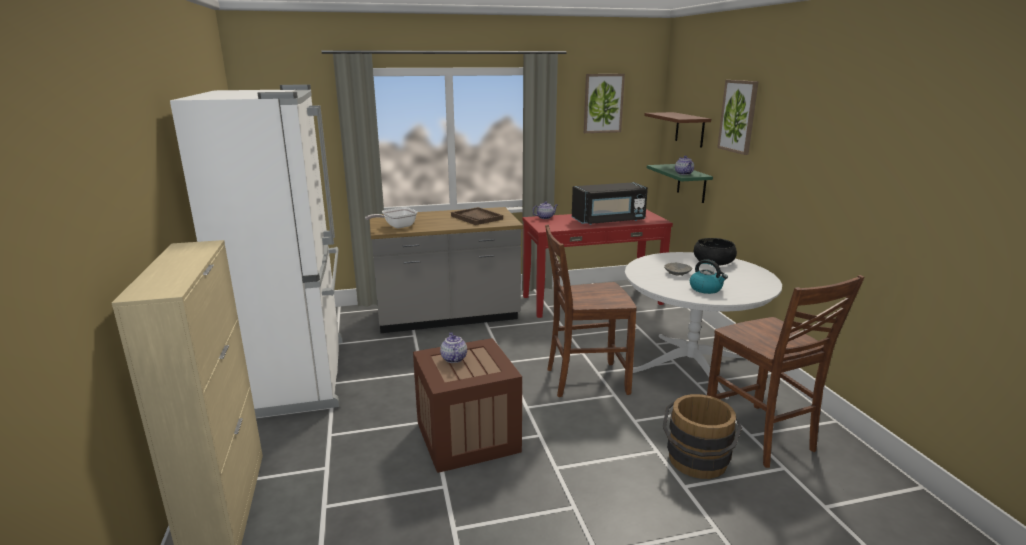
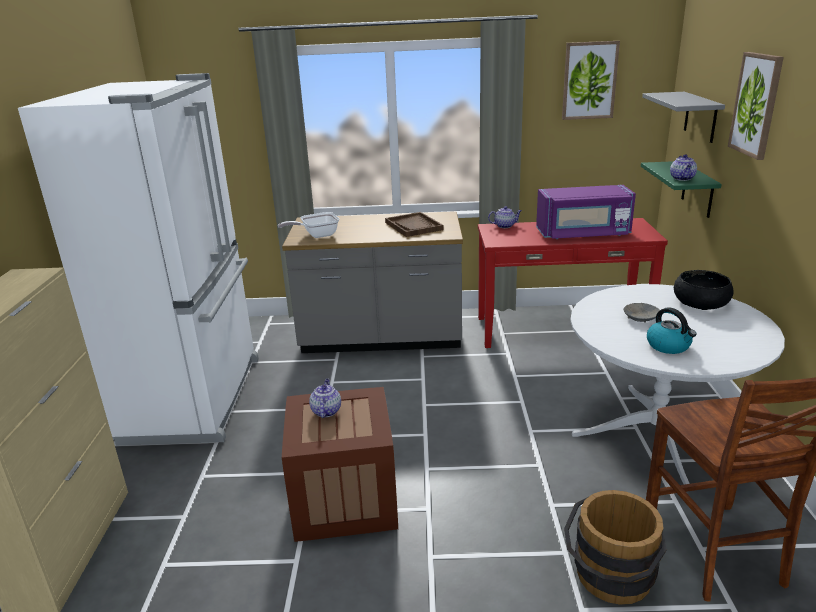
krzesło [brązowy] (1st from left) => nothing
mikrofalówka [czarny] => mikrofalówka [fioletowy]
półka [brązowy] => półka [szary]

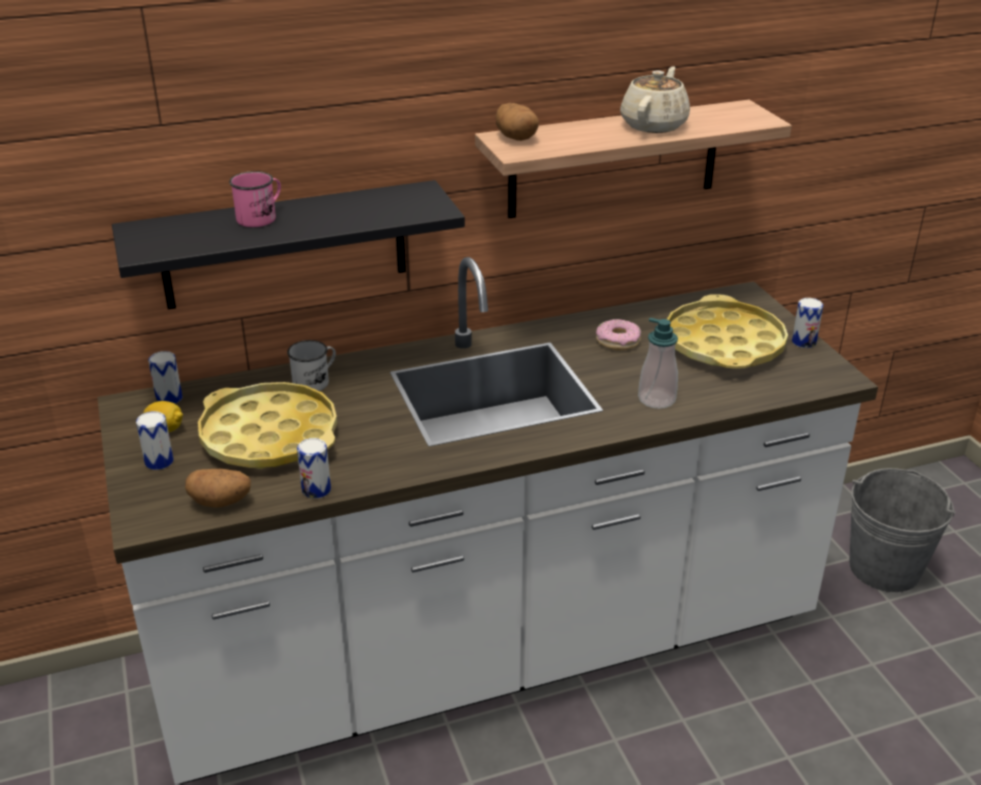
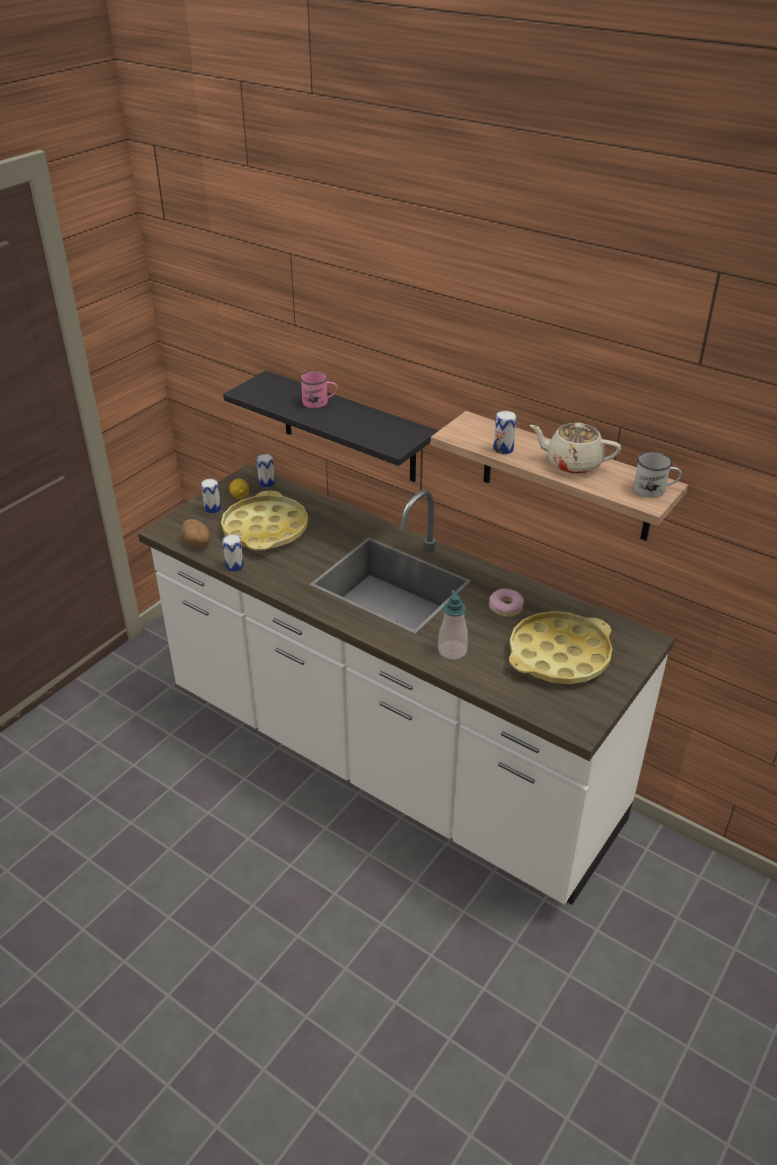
kubek [biały], move
ziemniak (2nd from left) => nothing
imbryk [beżowy], 150 degrees counterclockwise
puszka (4th from left), move
wiadro [szary] => nothing

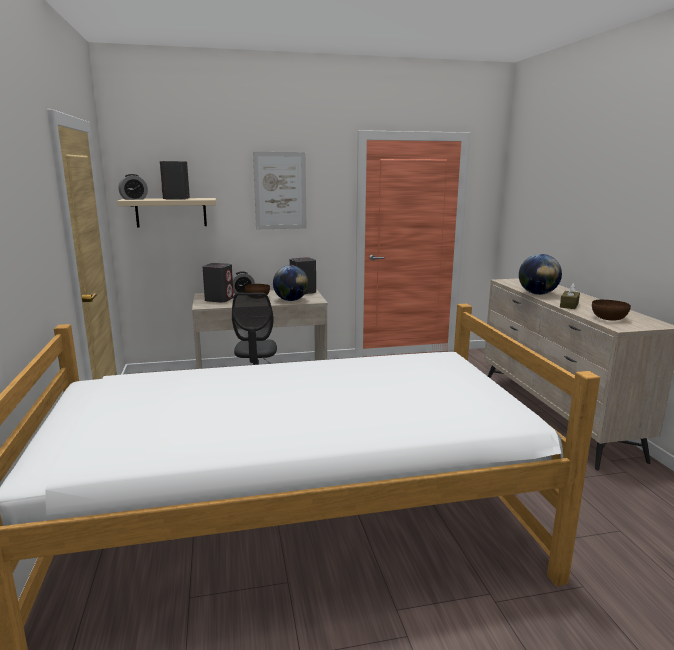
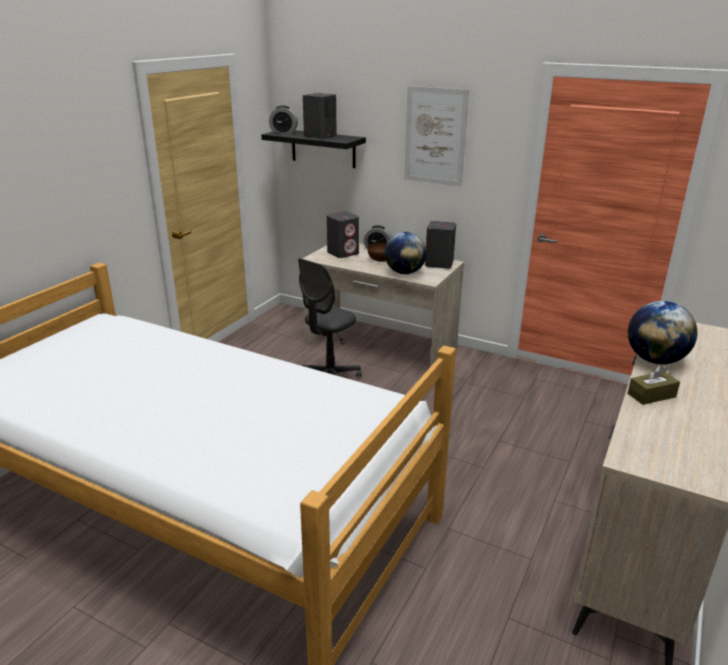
półka [beżowy] => półka [czarny]
miska [brązowy] (2nd from left) => nothing

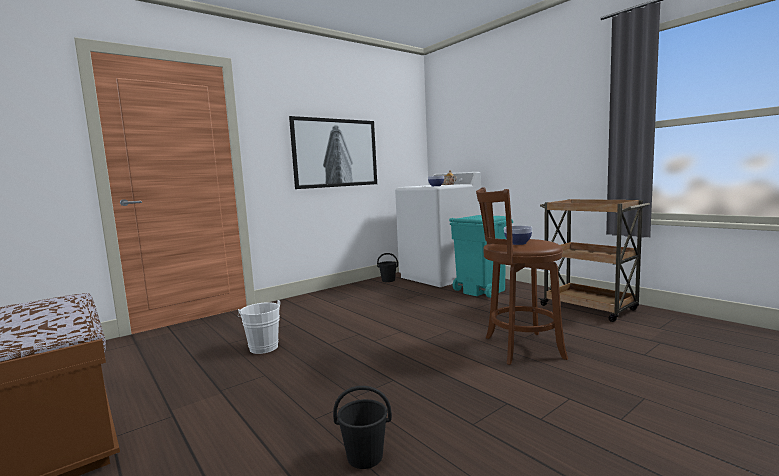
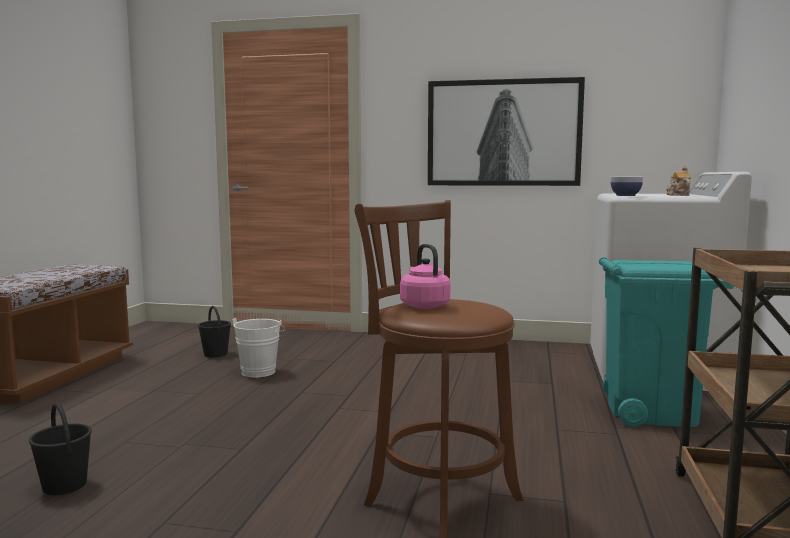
wiadro [czarny] (2nd from left), move
miska (2nd from left) => czajnik [różowy]

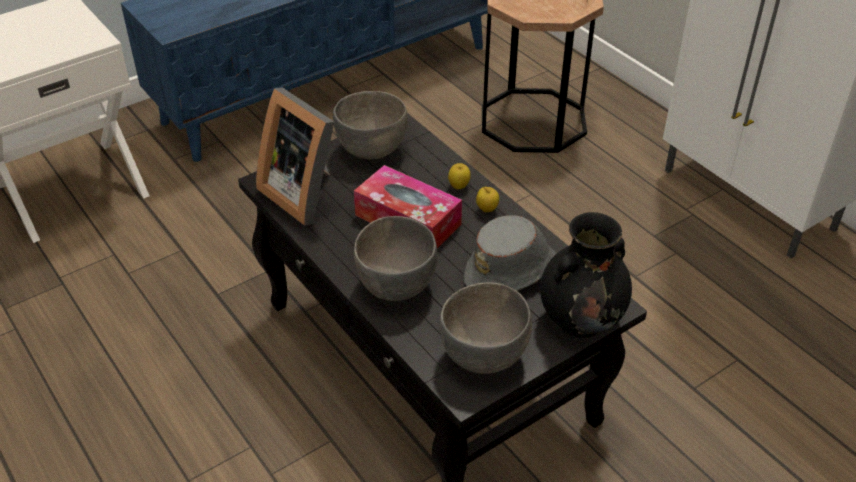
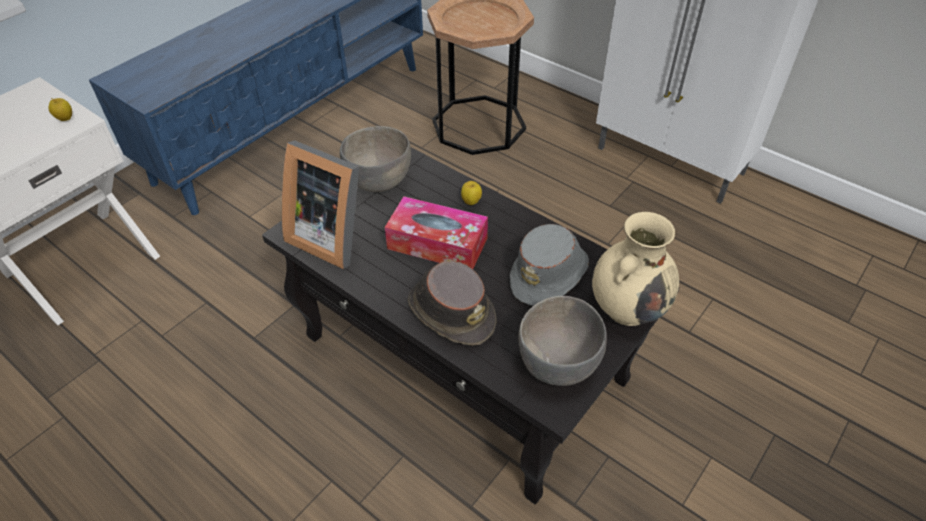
miska [szary] (2nd from left) => kapelusz [brązowy]
jabłko (2nd from left in the first image) => jabłko (1st from left), move
wazon [czarny] => wazon [beżowy]

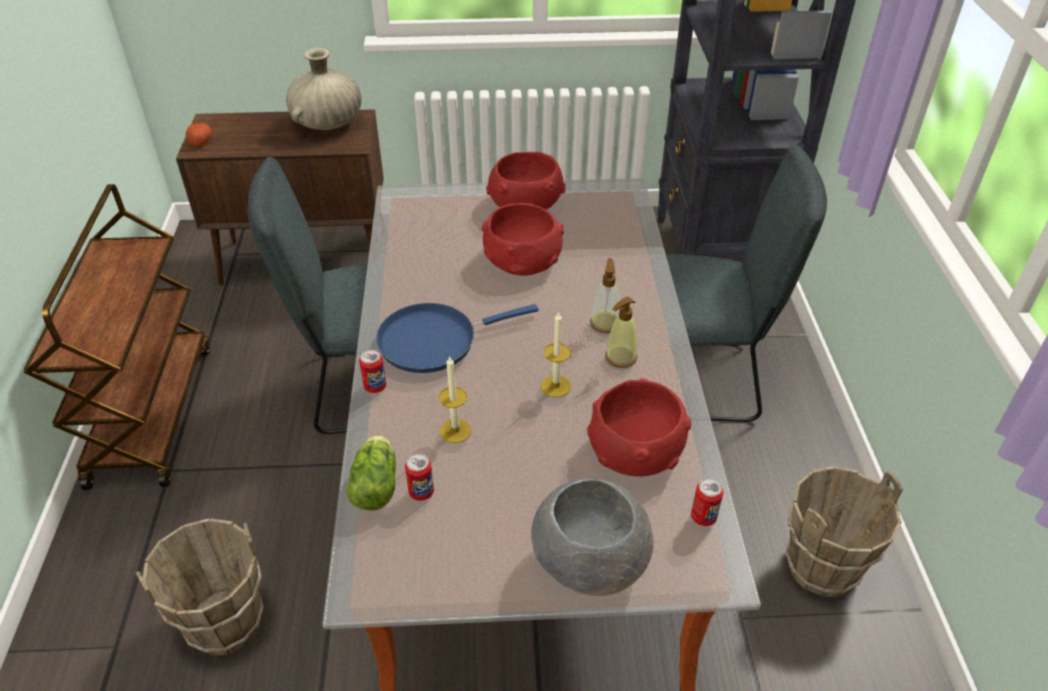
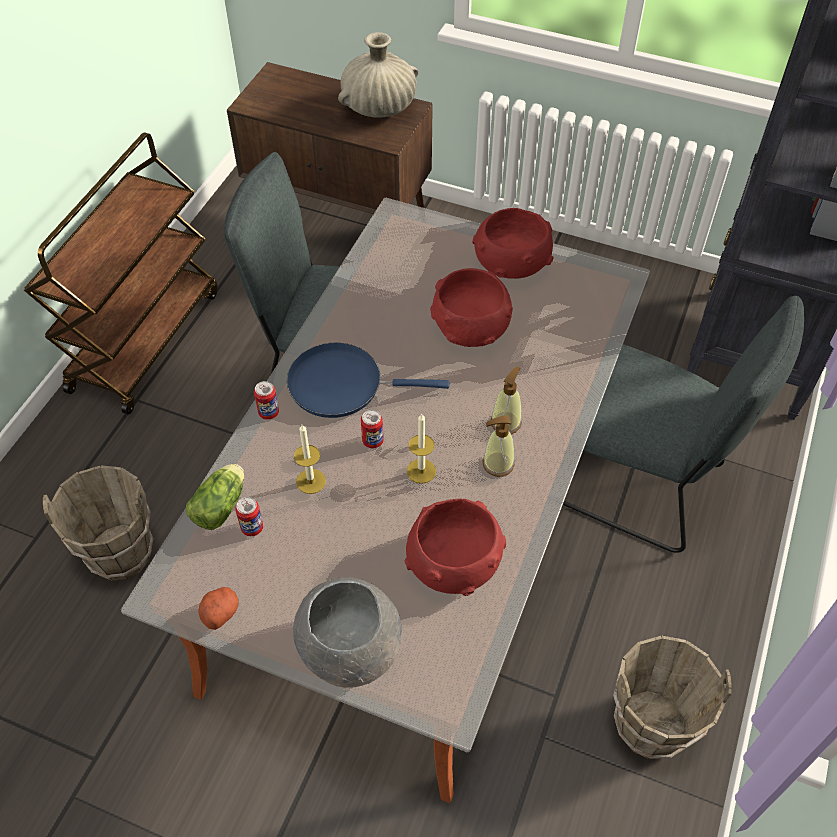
ziemniak, move
puszka (3rd from left), move

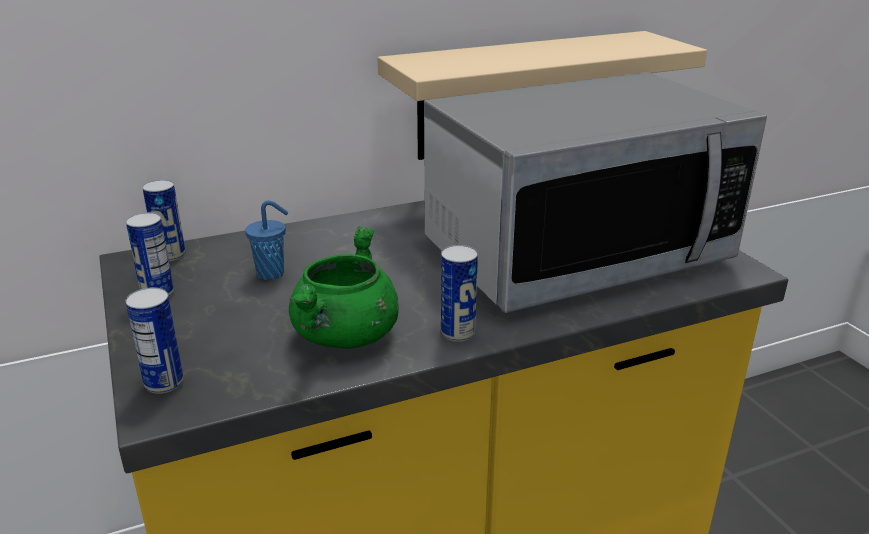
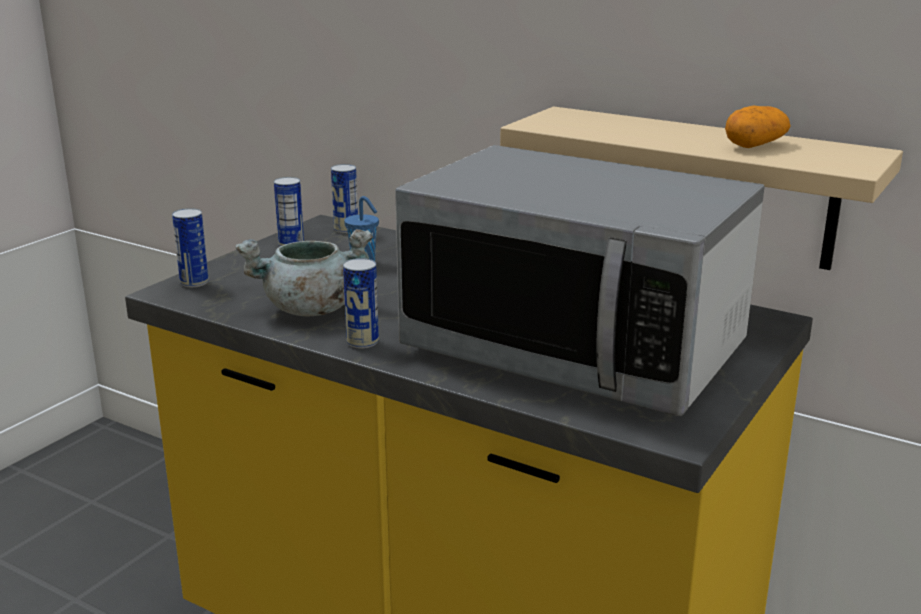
garnek [zielony] => garnek [szary]
nothing => ziemniak

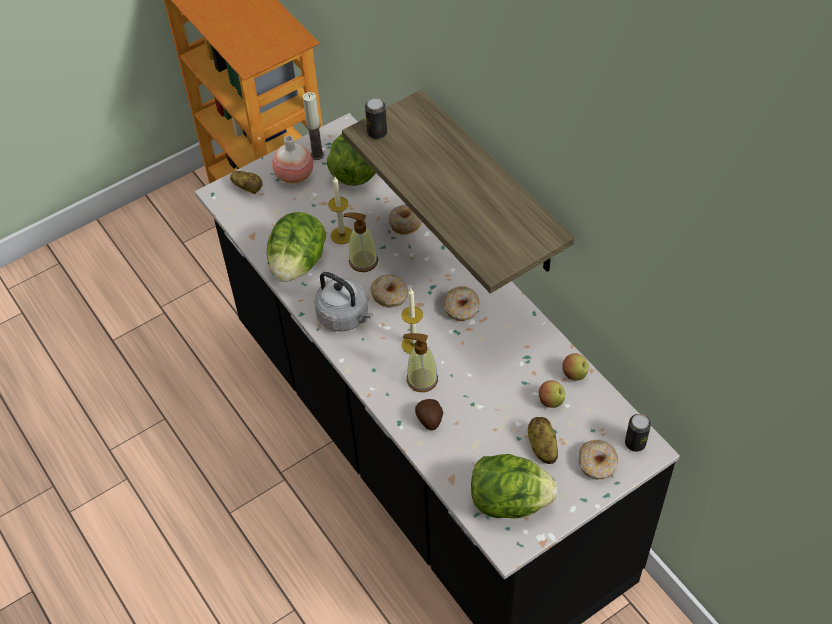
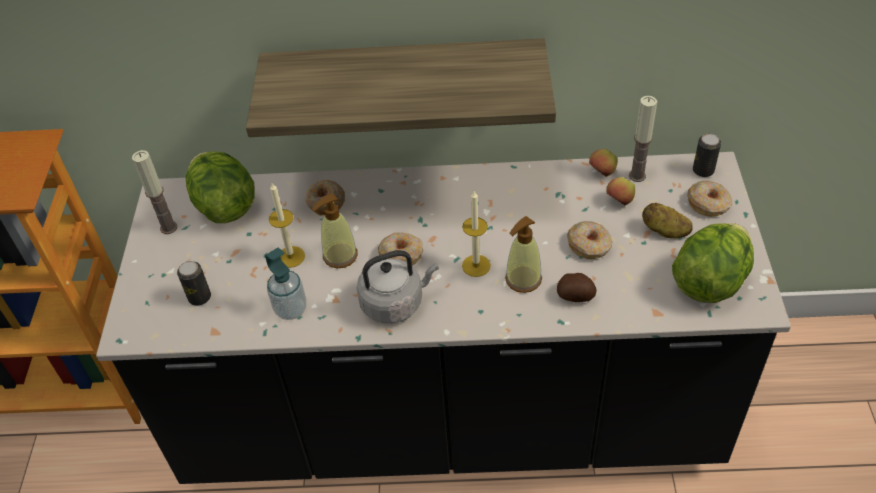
ziemniak (1st from left) => nothing
sałata (1st from left) => dozownik mydła (1st from left)
wazon => nothing
puszka (1st from left), move
donut (3rd from left), move
nothing => świeca (4th from left)

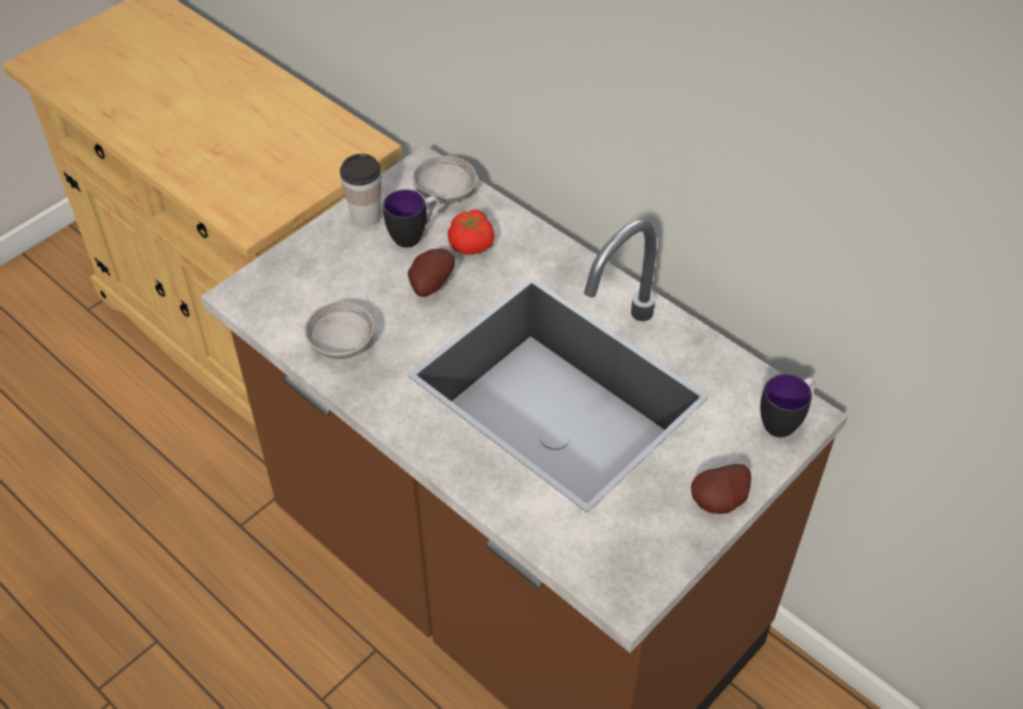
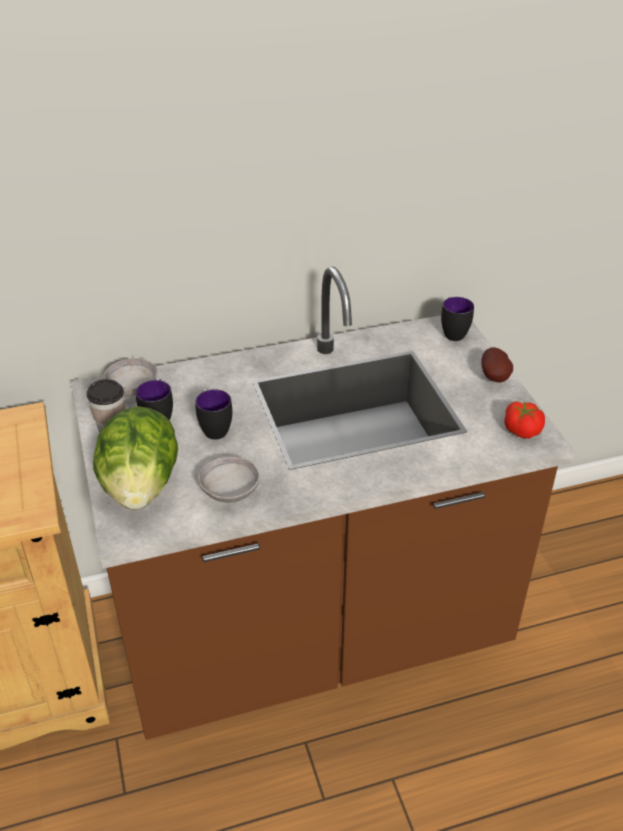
ziemniak (1st from left) => kubek (2nd from left)
pomidor, move
nothing => sałata

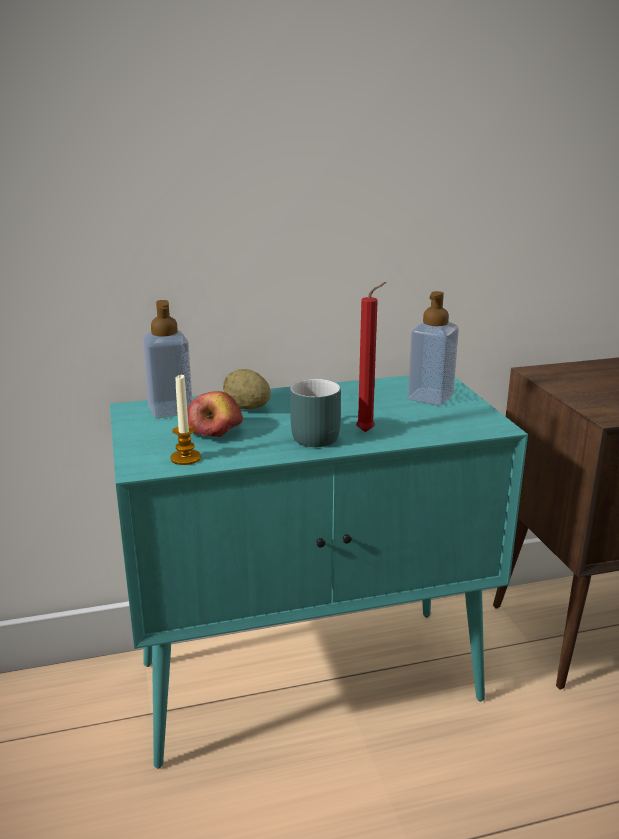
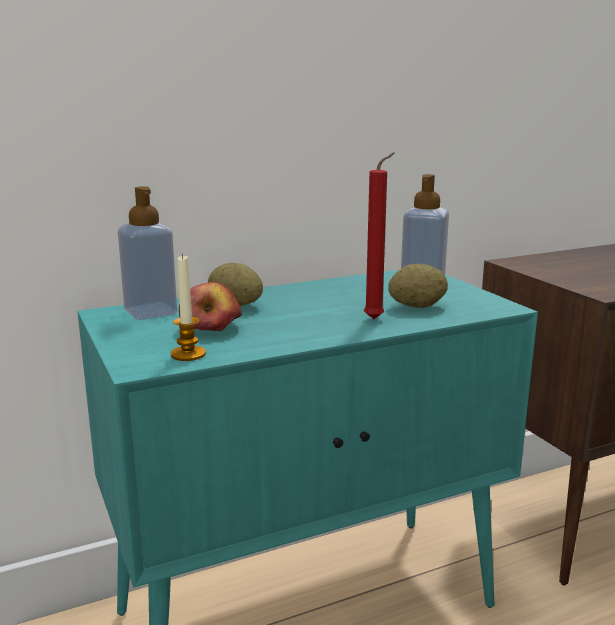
kubek [turkusowy] => nothing
nothing => ziemniak (2nd from left)

